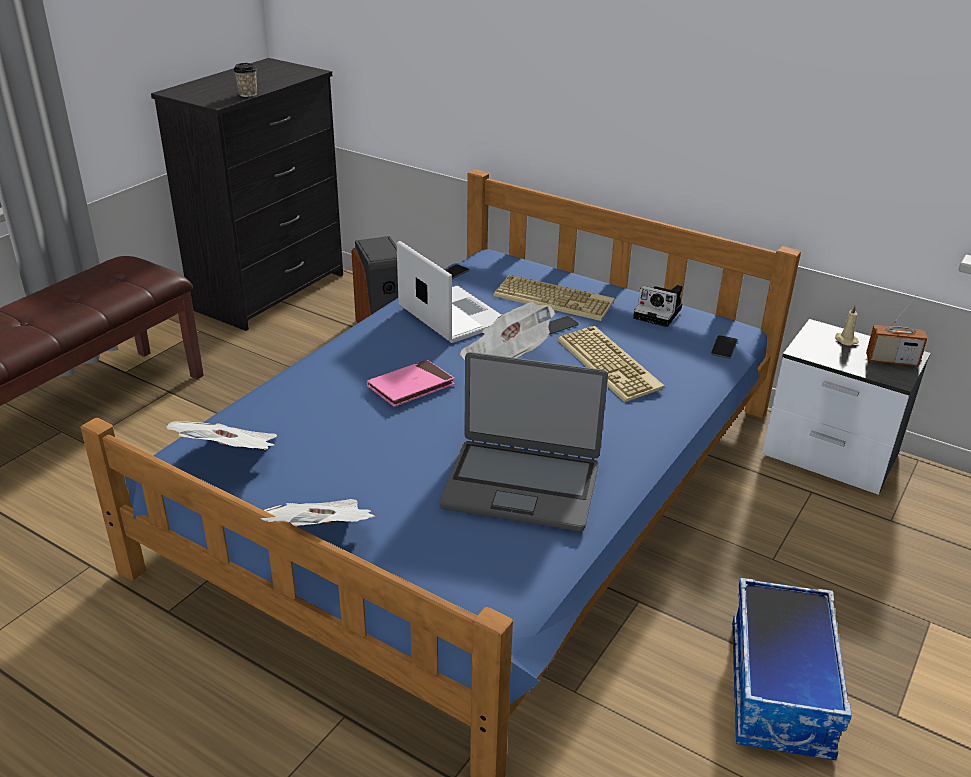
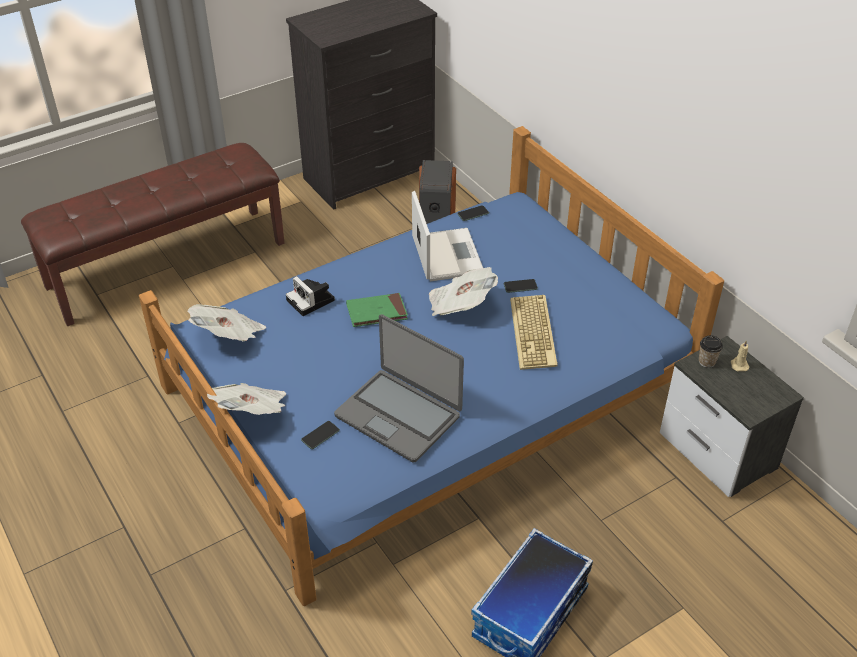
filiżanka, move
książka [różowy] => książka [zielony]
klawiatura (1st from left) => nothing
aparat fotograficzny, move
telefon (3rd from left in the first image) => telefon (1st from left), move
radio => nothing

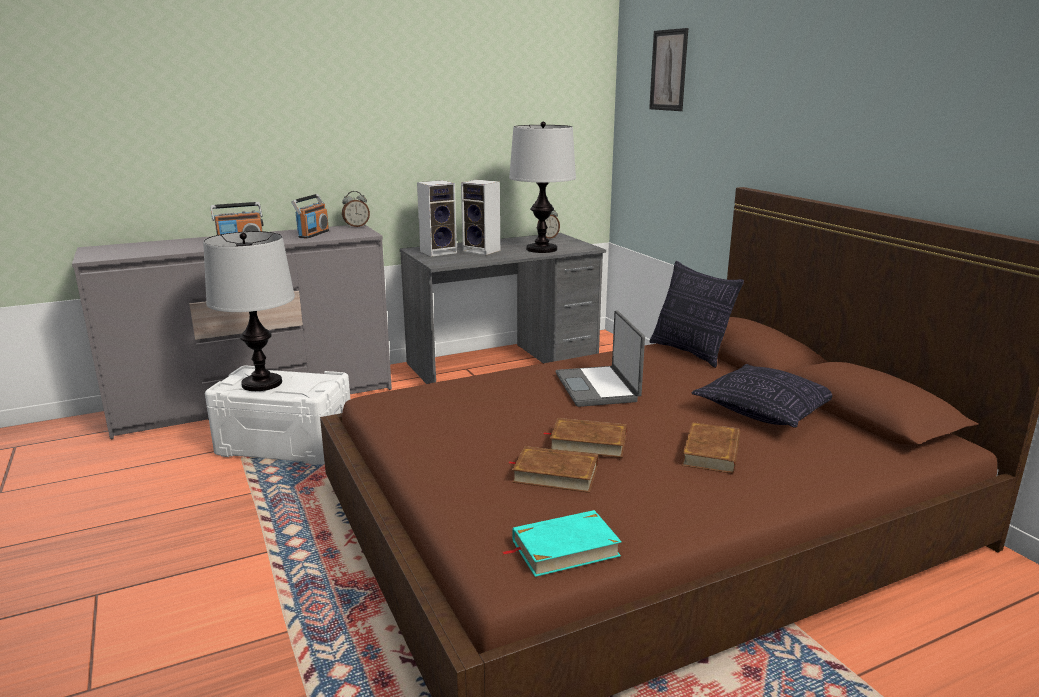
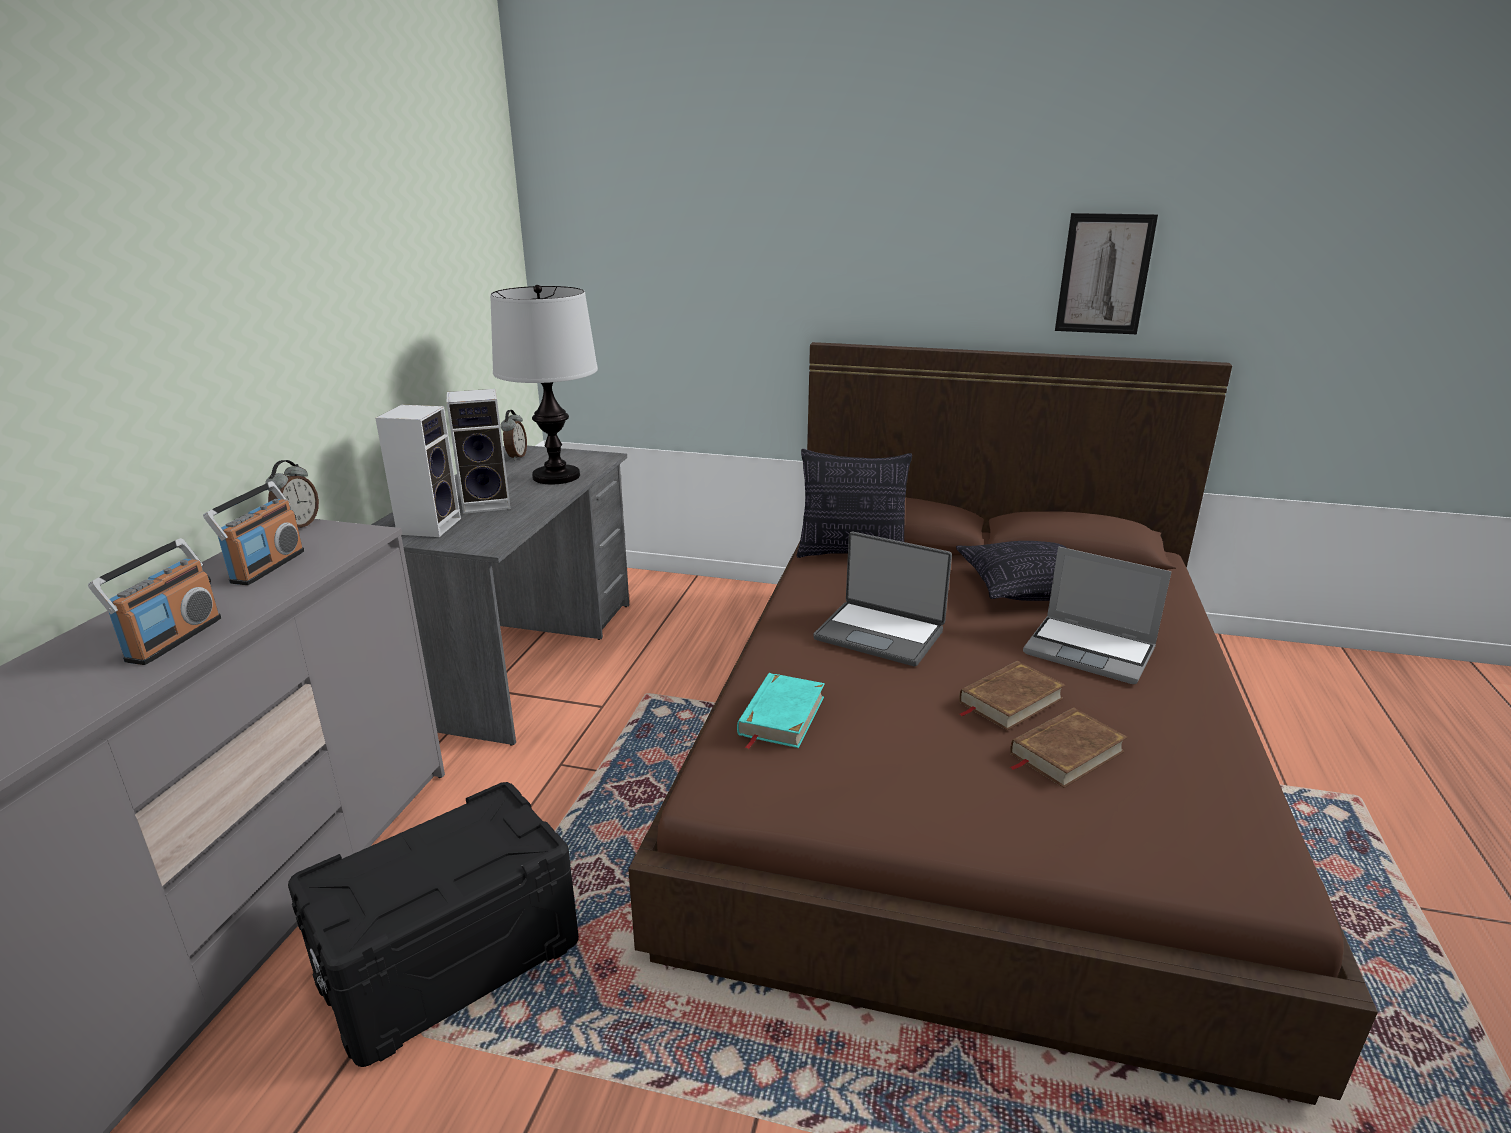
lampa stołowa (1st from left) => nothing
pojemnik do przechowywania [biały] => pojemnik do przechowywania [czarny]
radio (2nd from left), 45 degrees clockwise
książka [turkusowy], move
obraz, move
książka [brązowy] (3rd from left) => laptop (2nd from left)

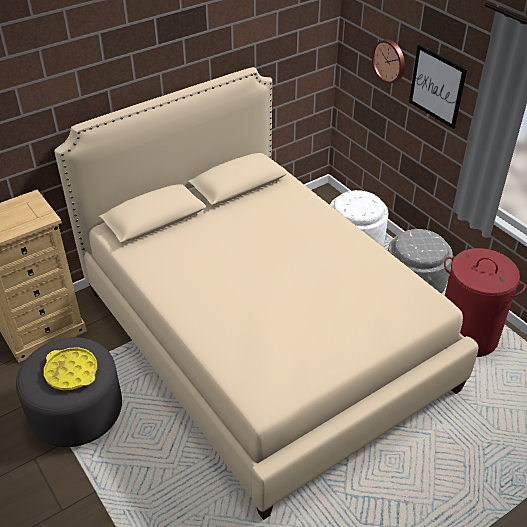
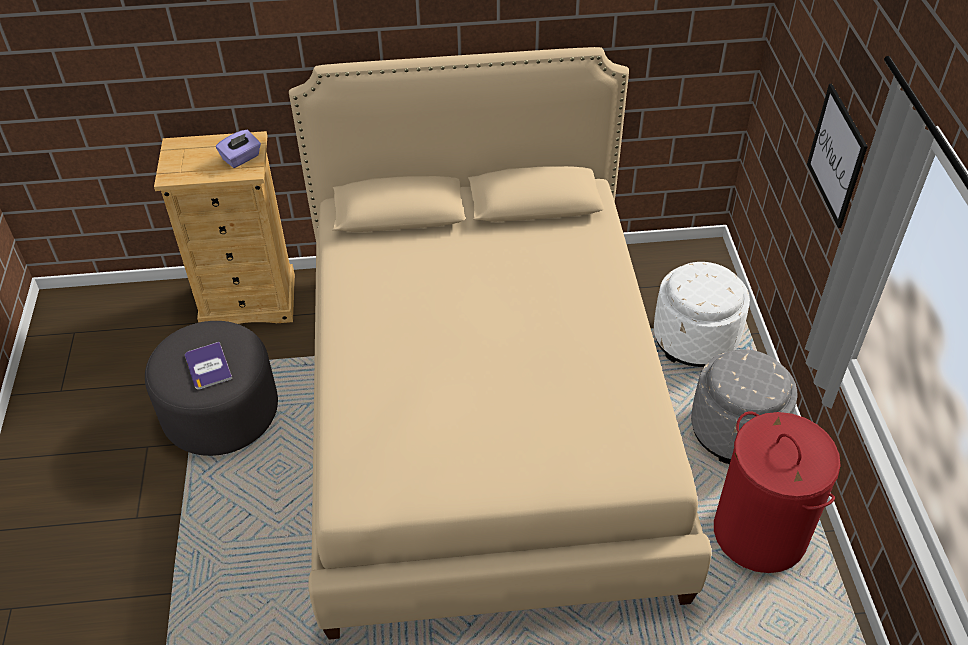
taca [żółty] => książka
zegar ścienny => nothing
nothing => pudełko chusteczek [fioletowy]

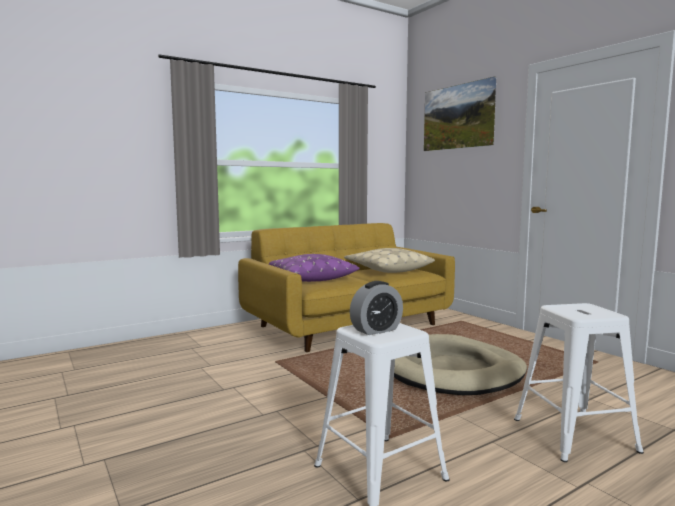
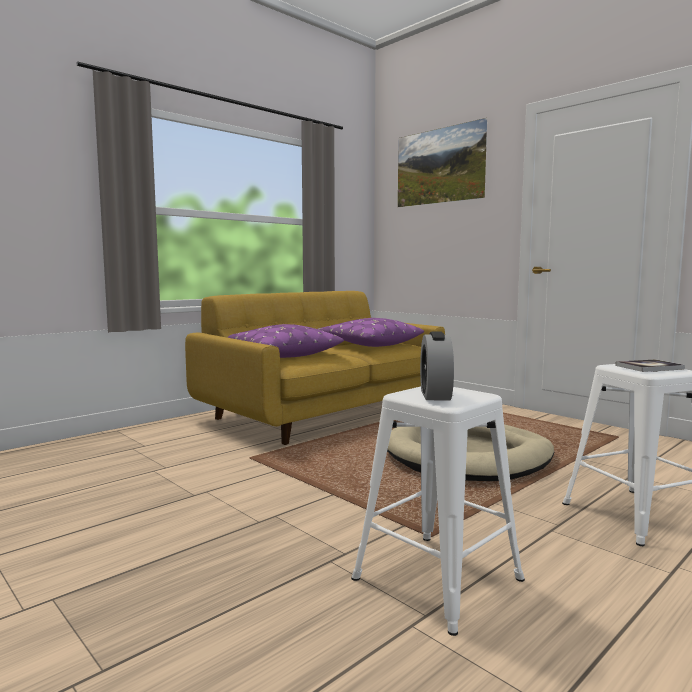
poduszka [beżowy] => poduszka [fioletowy] (2nd from left)
budzik, 135 degrees clockwise
nothing => książka

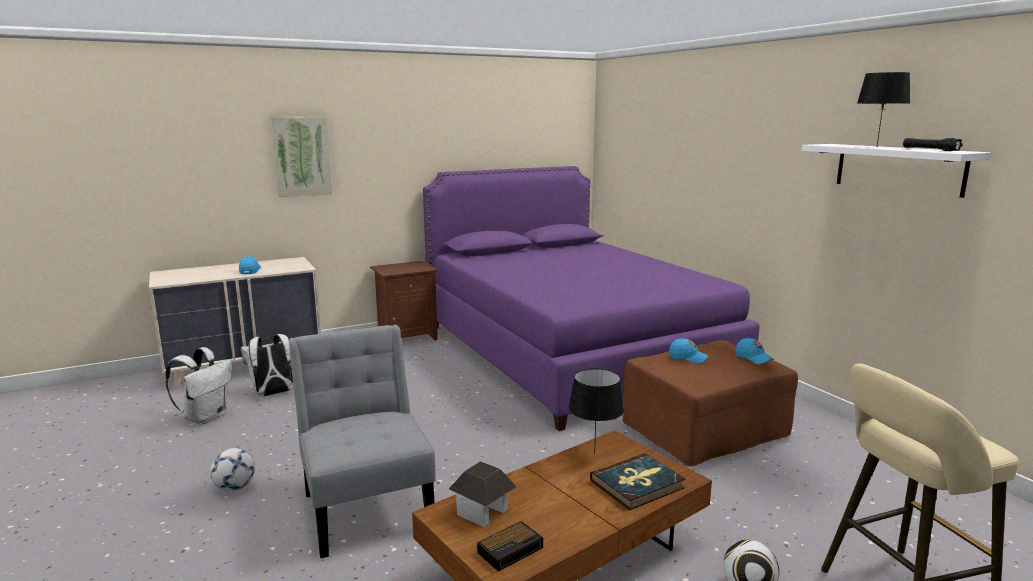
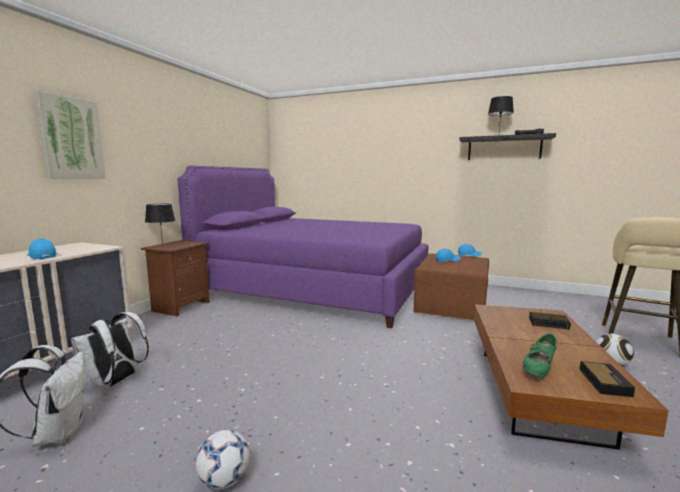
krzesło [szary] => nothing
domek => but [zielony]
lampa stołowa [czarny] (1st from left), move
książka => budzik (1st from left)
półka [biały] => półka [czarny]

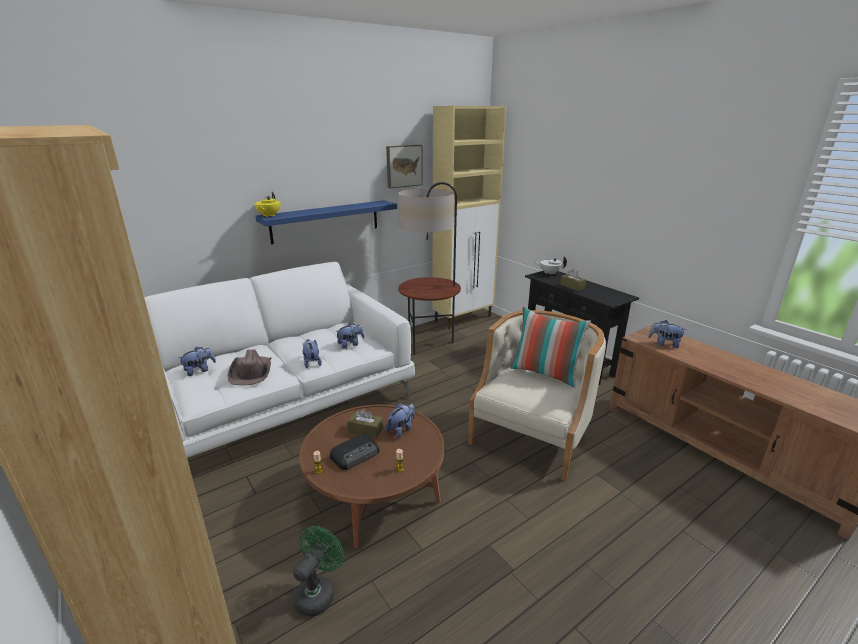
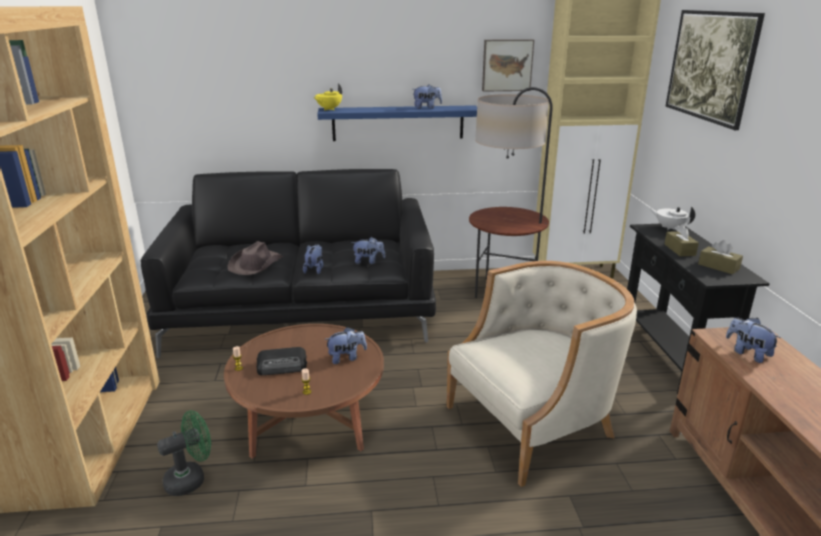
kanapa [biały] => kanapa [czarny]
pluszak (1st from left in the first image) => pluszak (4th from left), move
pudełko chusteczek [brązowy] (1st from left in the first image) => pudełko chusteczek [brązowy] (2nd from left), move
poduszka => nothing
nothing => obraz (2nd from left)

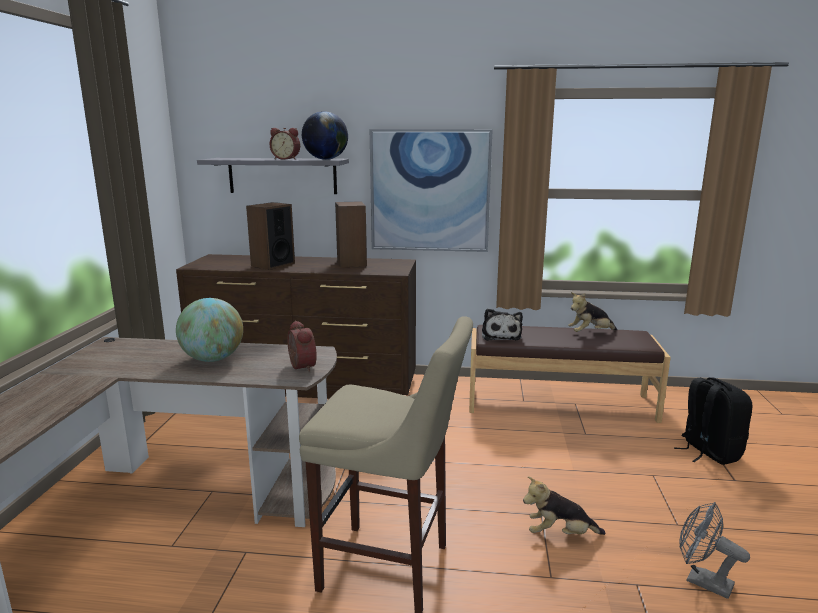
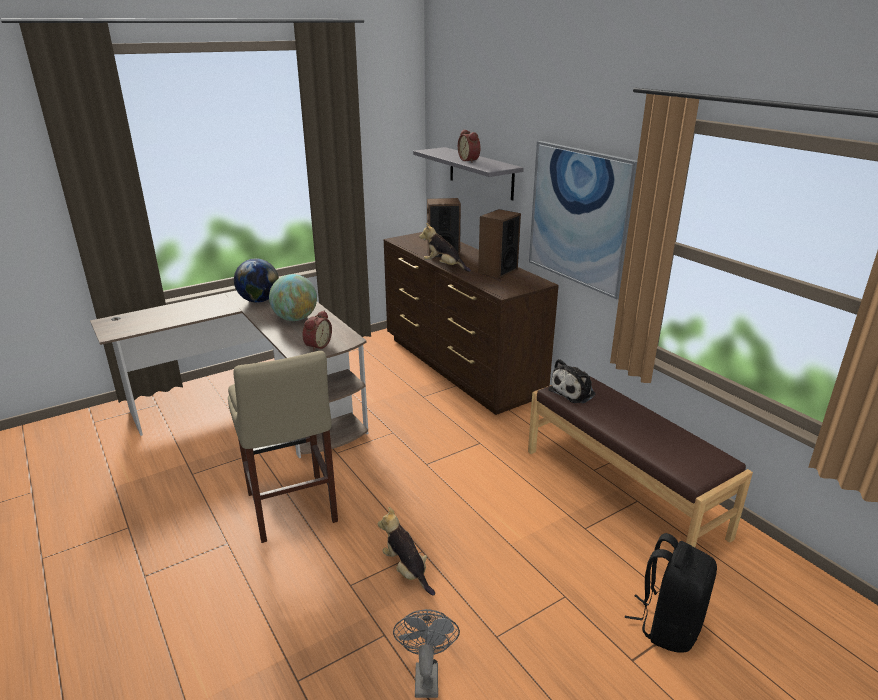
globus (2nd from left in the first image) => globus (1st from left), move
pluszak (3rd from left in the first image) => pluszak (2nd from left), move

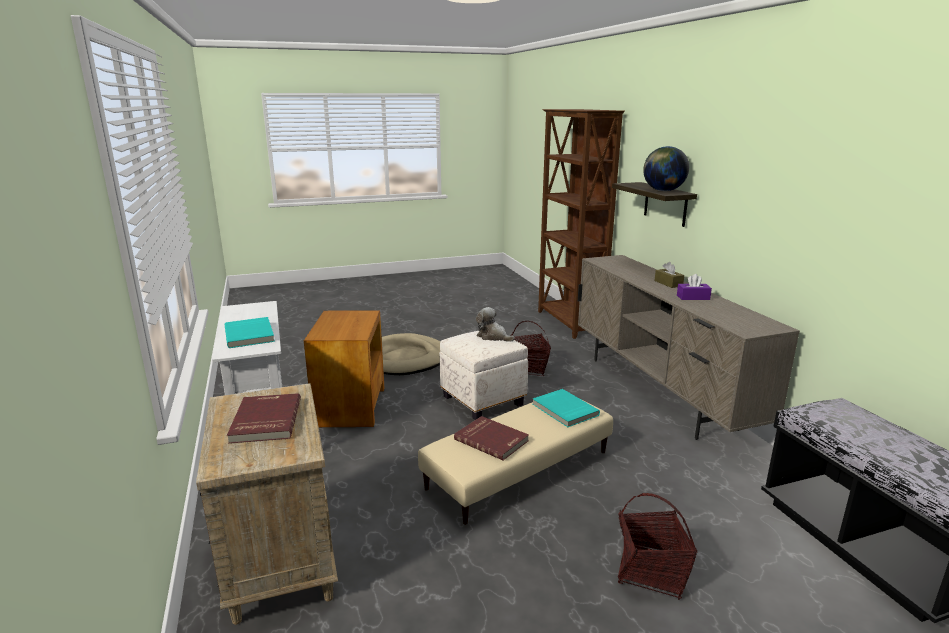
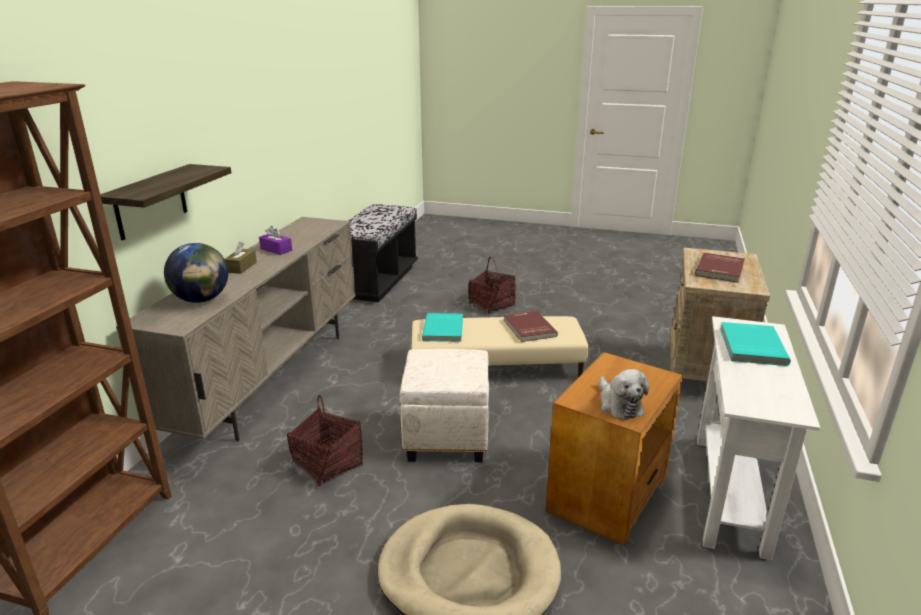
pluszak, move
globus, move

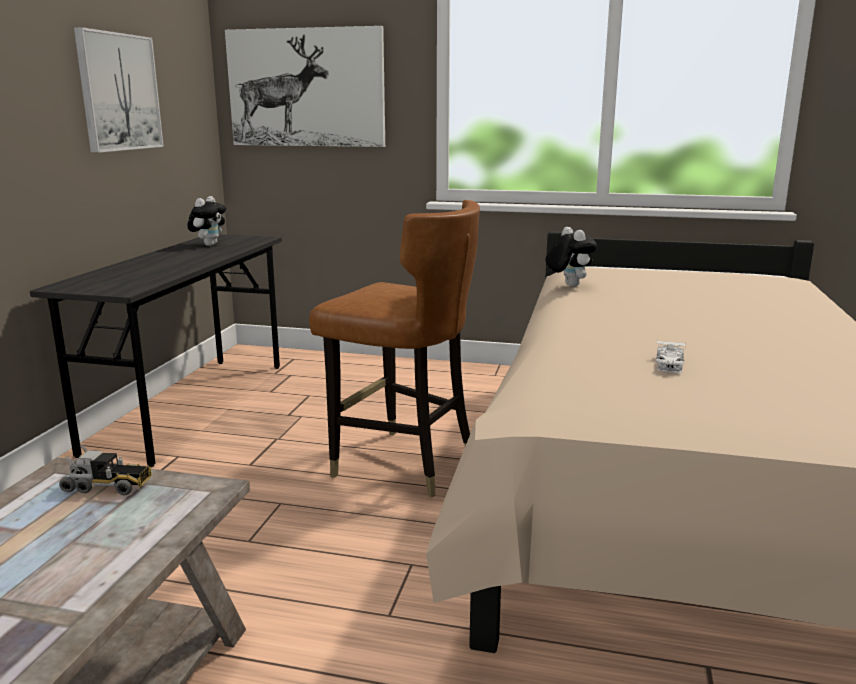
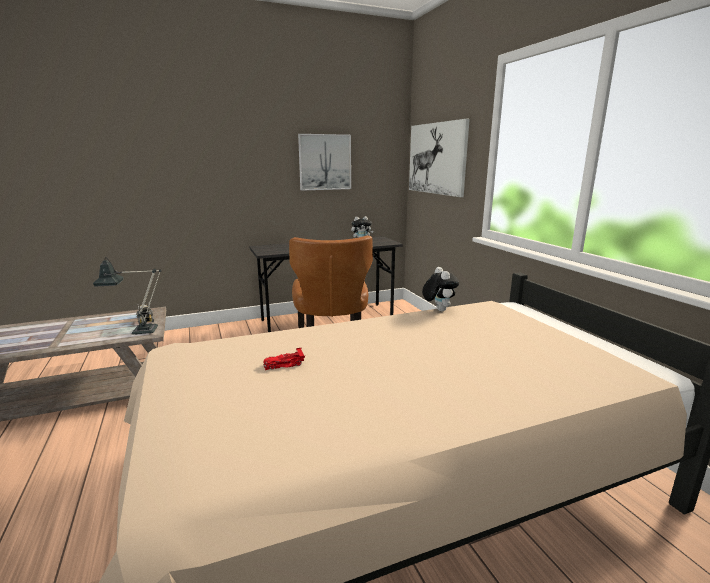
pluszak (2nd from left), 45 degrees counterclockwise
samochodzik [biały] => samochodzik [czerwony]
nothing => lampa stołowa

